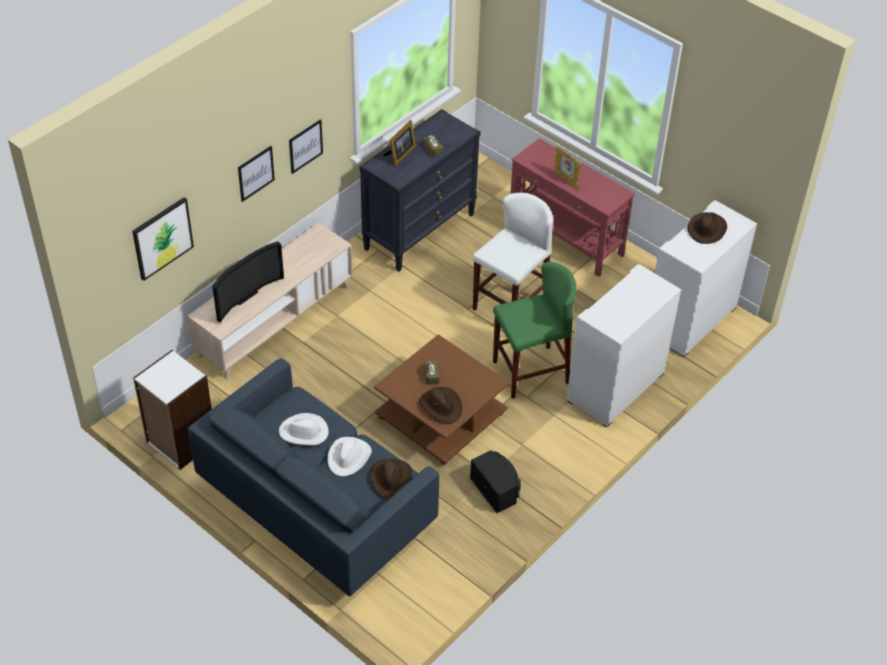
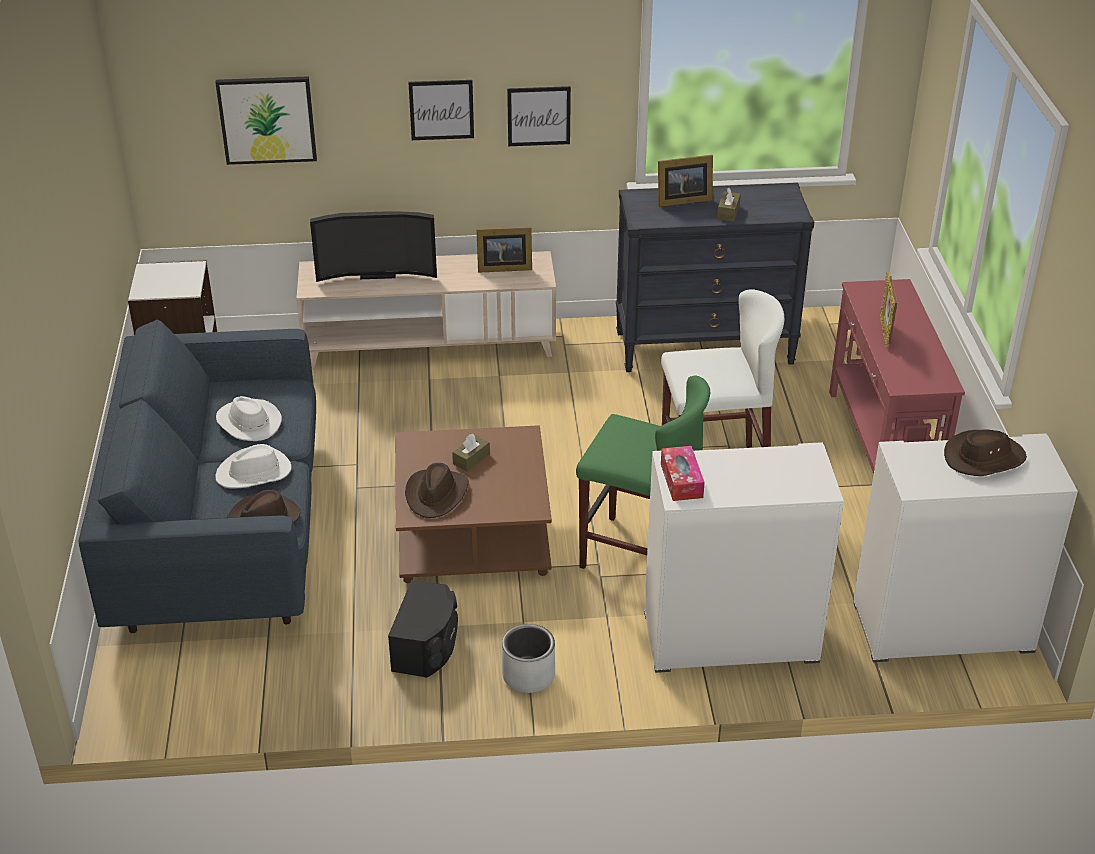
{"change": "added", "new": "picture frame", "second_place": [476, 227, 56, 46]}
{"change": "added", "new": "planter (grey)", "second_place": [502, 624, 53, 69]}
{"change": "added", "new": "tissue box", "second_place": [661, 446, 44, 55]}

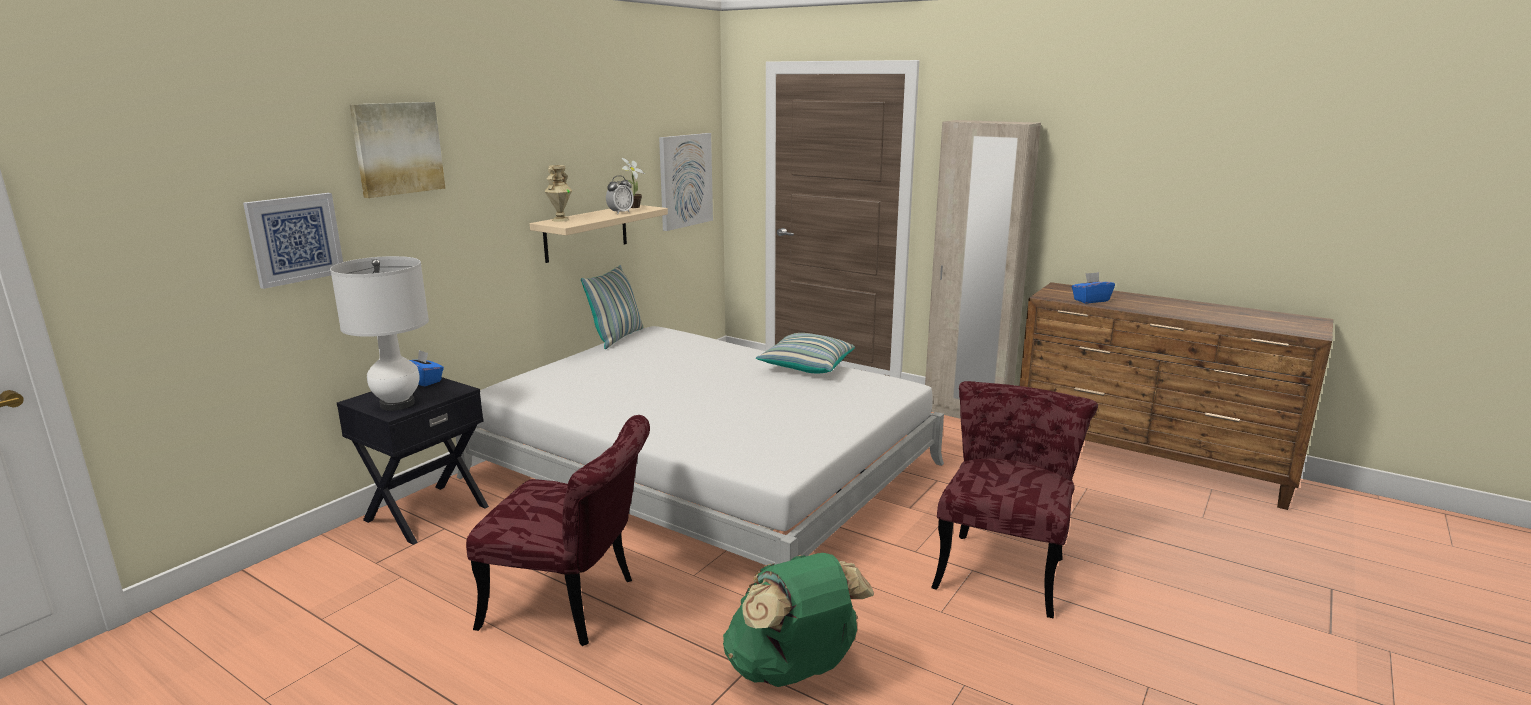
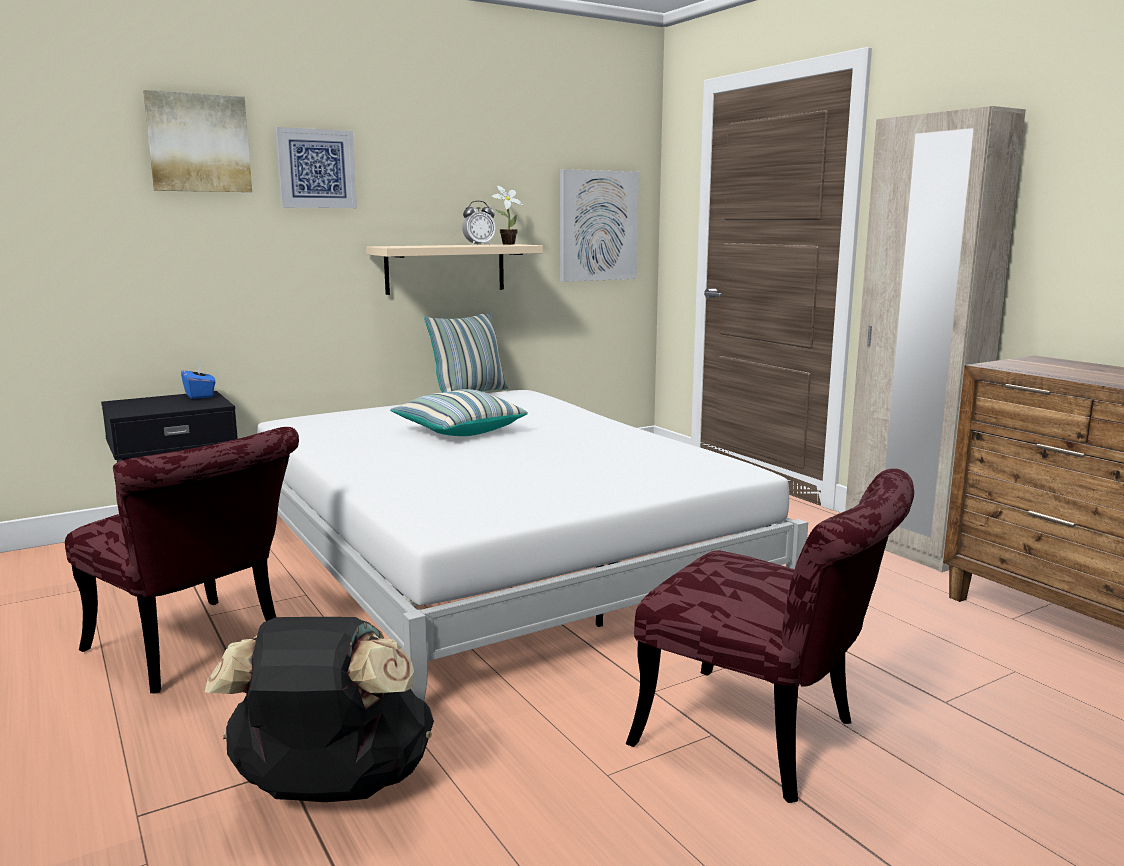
{"change": "removed", "old": "table lamp (white)", "first_place": [330, 256, 99, 155]}
{"change": "removed", "old": "vase (beige)", "first_place": [545, 165, 27, 57]}
{"change": "removed", "old": "tissue box (blue)", "first_place": [1072, 272, 43, 31]}
{"change": "moved", "old": "picture", "first_place": [243, 193, 100, 96], "second_place": [275, 127, 82, 81]}
{"change": "moved", "old": "pillow", "first_place": [756, 333, 99, 40], "second_place": [390, 389, 138, 47]}
{"change": "recoloured", "old": "backpack (green)", "new": "backpack (black)", "first_place": [723, 553, 151, 134], "second_place": [205, 617, 229, 185]}
{"change": "turned", "old": "chair (red)", "first_place": [931, 381, 167, 237], "second_place": [626, 468, 288, 335], "degrees": 75}

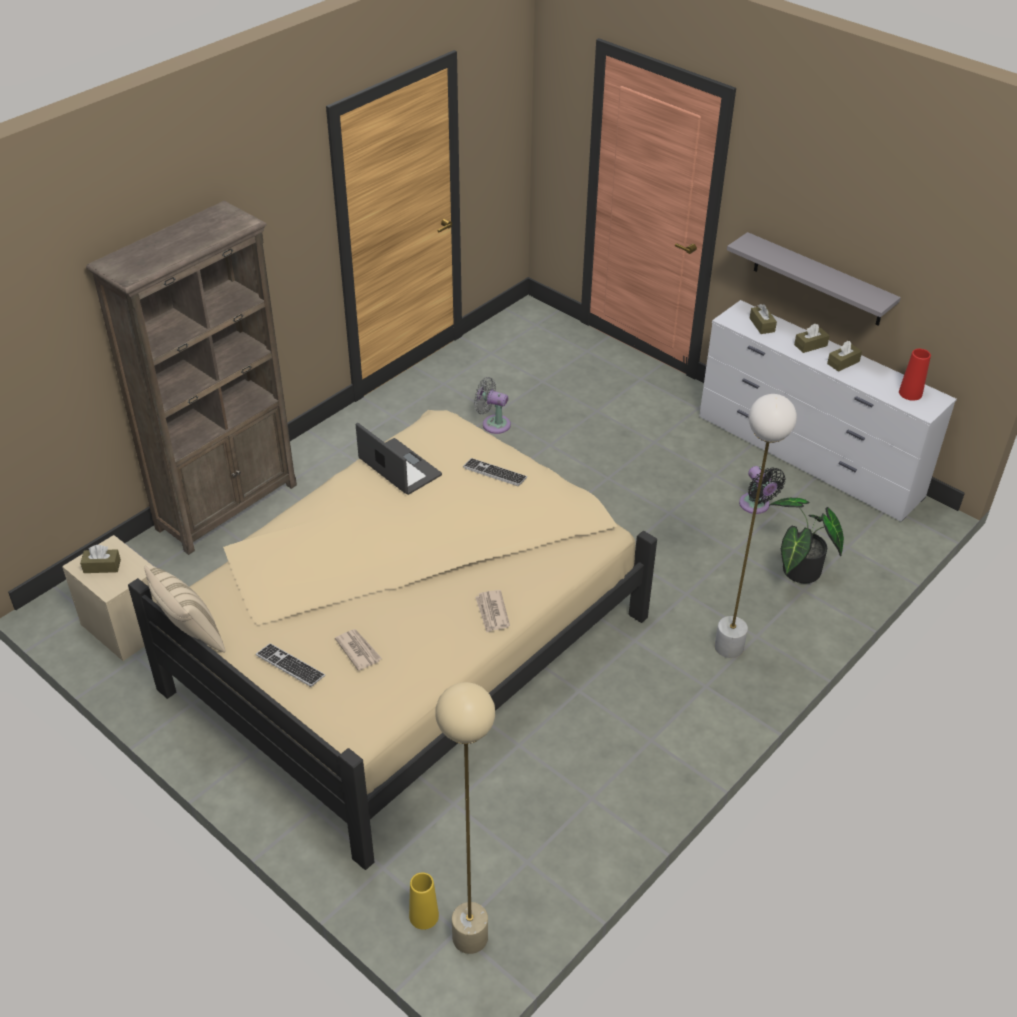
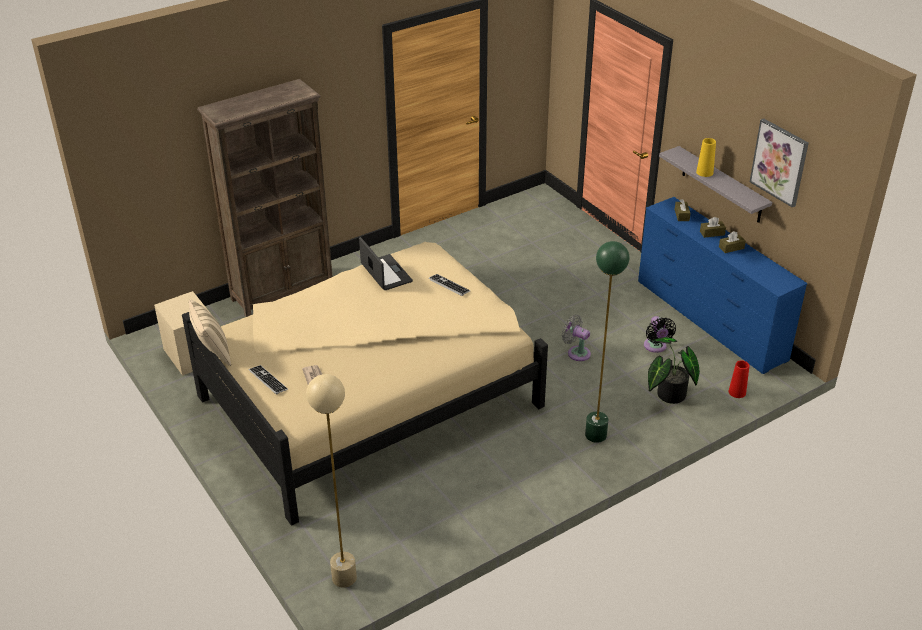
{"change": "removed", "old": "tissue box (brown)", "first_place": [80, 545, 41, 28]}
{"change": "removed", "old": "newspaper", "first_place": [475, 590, 35, 42]}
{"change": "added", "new": "picture", "second_place": [750, 119, 59, 88]}
{"change": "moved", "old": "vase (yellow)", "first_place": [409, 873, 30, 57], "second_place": [696, 138, 20, 39]}
{"change": "moved", "old": "fan (grey)", "first_place": [474, 377, 37, 57], "second_place": [562, 315, 29, 46]}
{"change": "moved", "old": "vase (red)", "first_place": [899, 349, 32, 52], "second_place": [729, 360, 20, 38]}
{"change": "recoloured", "old": "dresser (white)", "new": "dresser (blue)", "first_place": [699, 300, 258, 221], "second_place": [638, 197, 170, 177]}
{"change": "recoloured", "old": "floor lamp (white)", "new": "floor lamp (green)", "first_place": [714, 394, 83, 264], "second_place": [585, 241, 45, 202]}

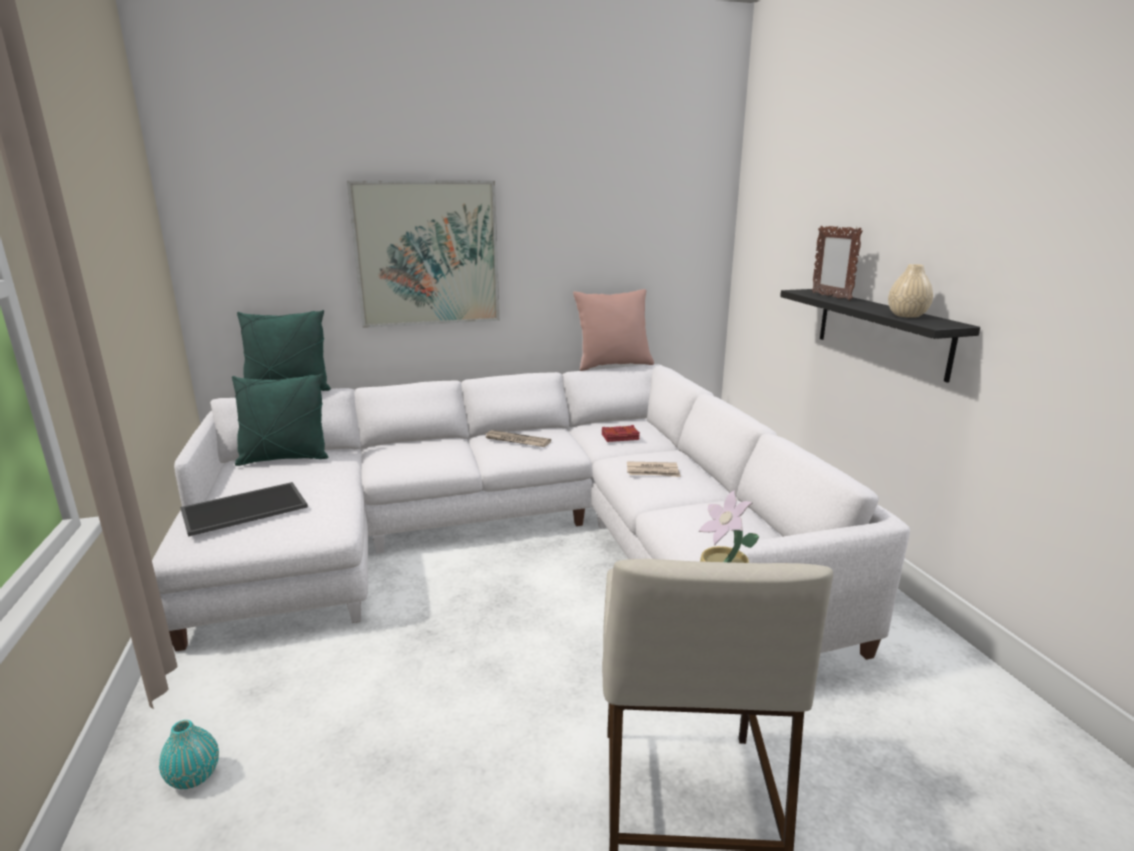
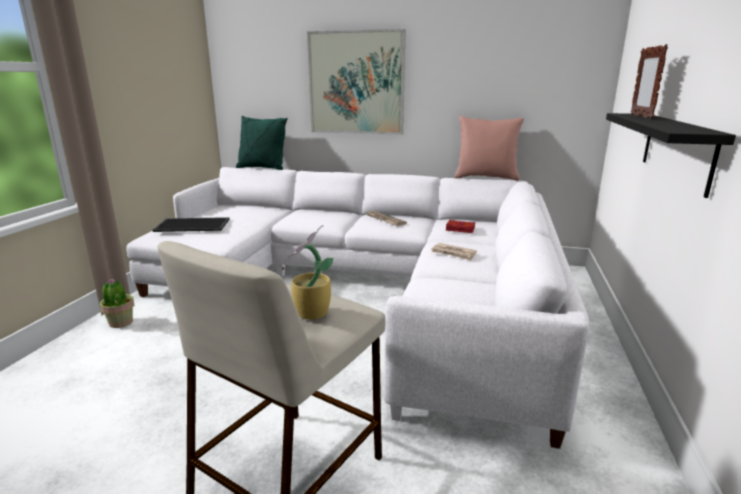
{"change": "removed", "old": "vase (turquoise)", "first_place": [159, 720, 60, 69]}
{"change": "removed", "old": "pillow (green)", "first_place": [232, 374, 96, 92]}
{"change": "removed", "old": "vase (beige)", "first_place": [888, 264, 45, 54]}
{"change": "added", "new": "potted plant", "second_place": [100, 278, 34, 50]}

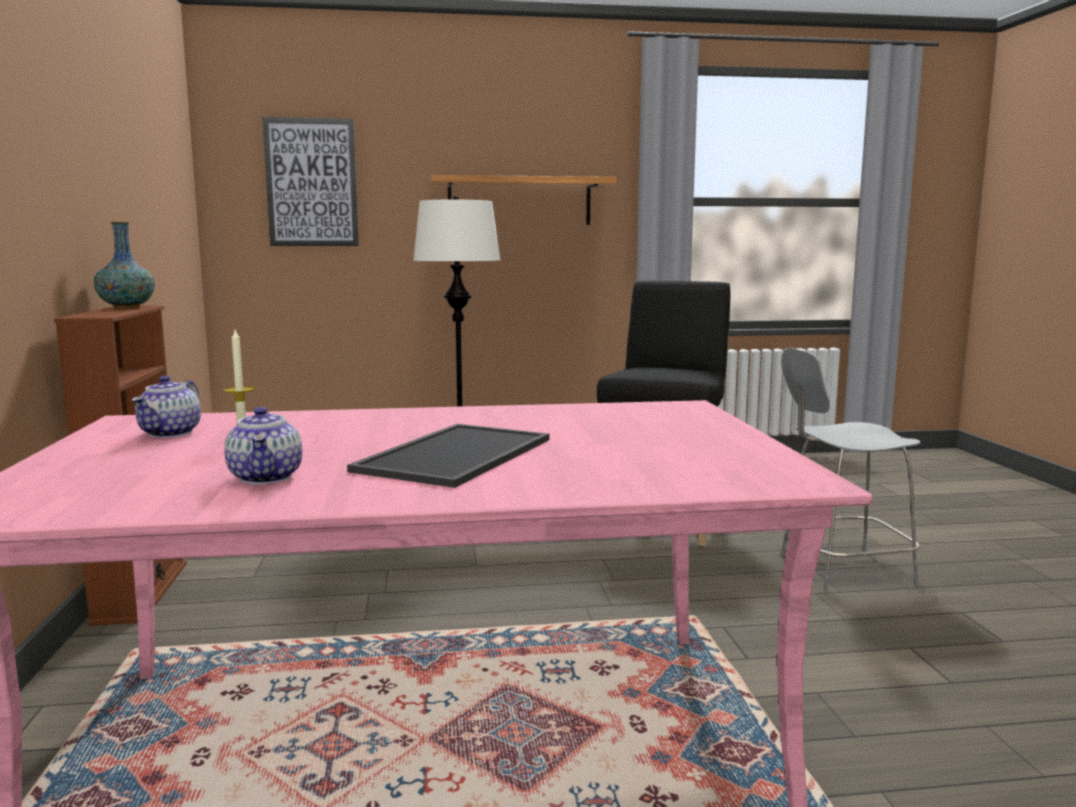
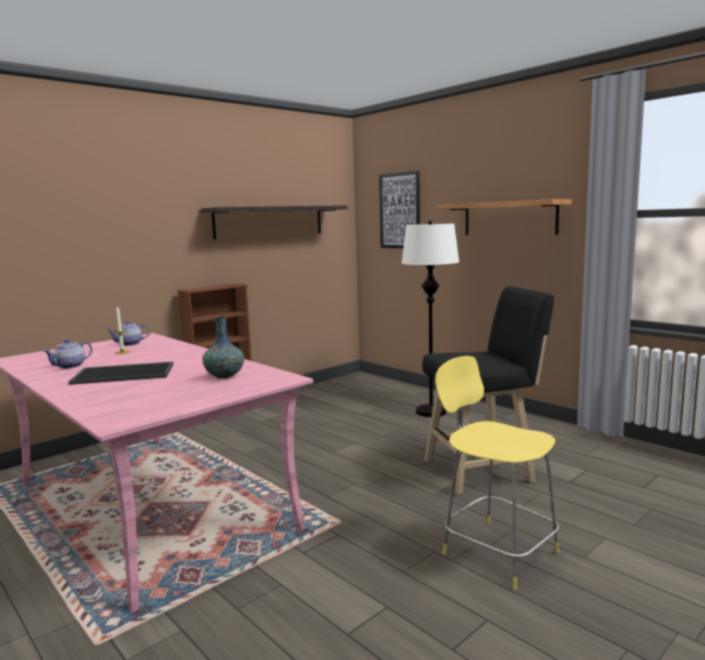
{"change": "added", "new": "shelf", "second_place": [201, 205, 147, 34]}
{"change": "moved", "old": "vase", "first_place": [94, 222, 61, 86], "second_place": [203, 315, 41, 63]}
{"change": "recoloured", "old": "stool (grey)", "new": "stool (yellow)", "first_place": [781, 348, 140, 244], "second_place": [435, 356, 125, 234]}

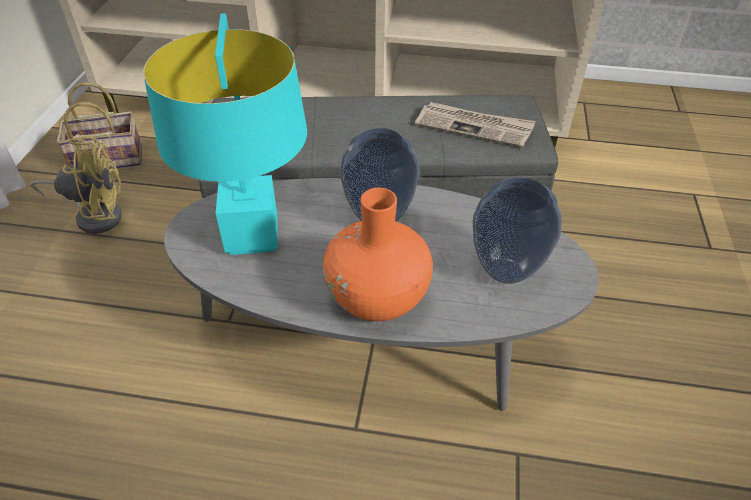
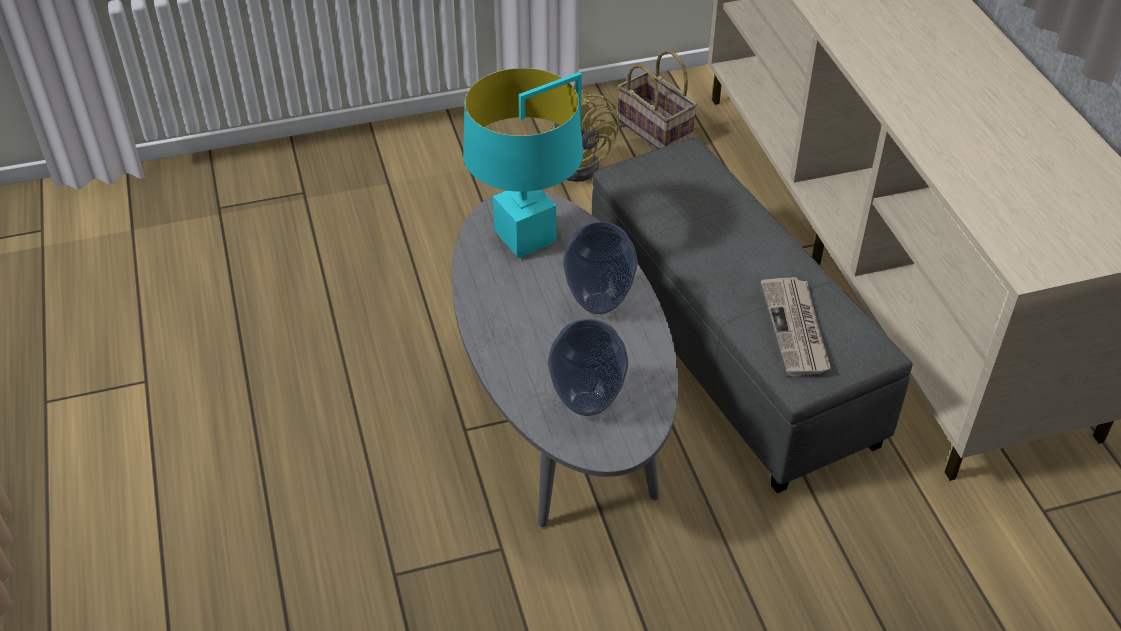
{"change": "removed", "old": "vase (orange)", "first_place": [323, 188, 110, 133]}

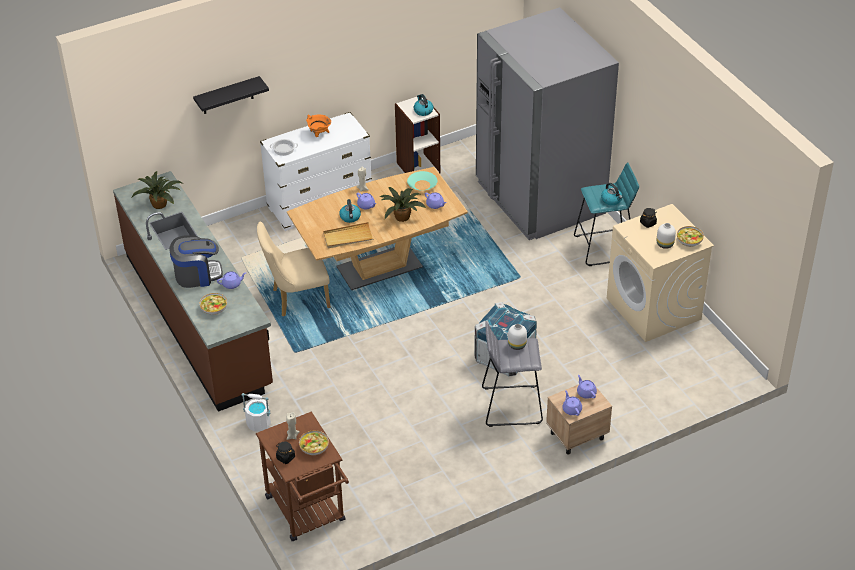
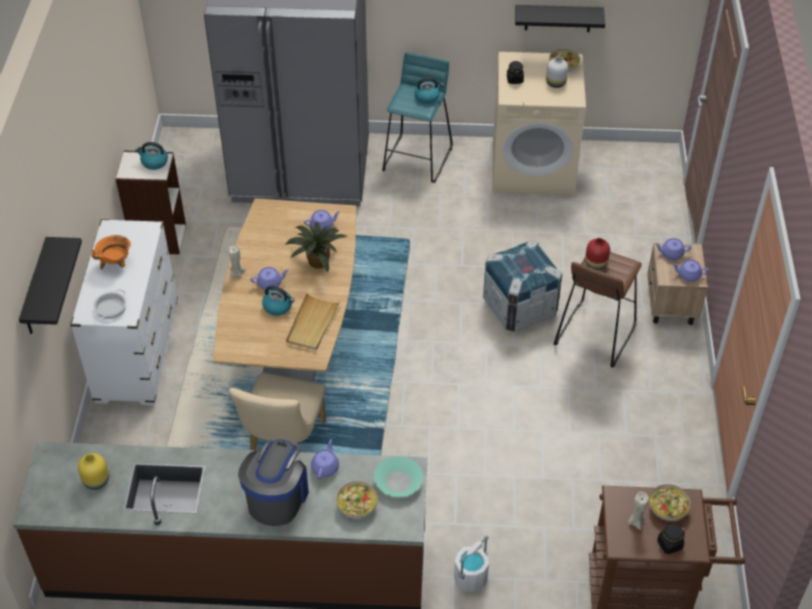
{"change": "added", "new": "shelf (black)", "second_place": [515, 5, 90, 27]}
{"change": "moved", "old": "bowl (turquoise)", "first_place": [407, 171, 30, 19], "second_place": [374, 456, 49, 41]}
{"change": "replaced", "old": "potted plant", "new": "vase (yellow)", "first_place": [132, 171, 51, 38], "second_place": [78, 453, 31, 37]}
{"change": "recoloured", "old": "stool (grey)", "new": "stool (brown)", "first_place": [482, 321, 61, 106], "second_place": [554, 252, 88, 116]}
{"change": "recoloured", "old": "vase (white)", "new": "vase (red)", "first_place": [508, 324, 19, 26], "second_place": [585, 238, 25, 32]}

